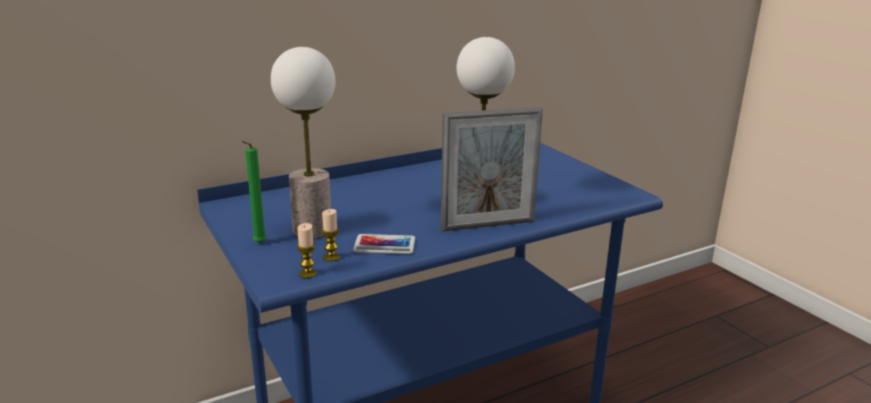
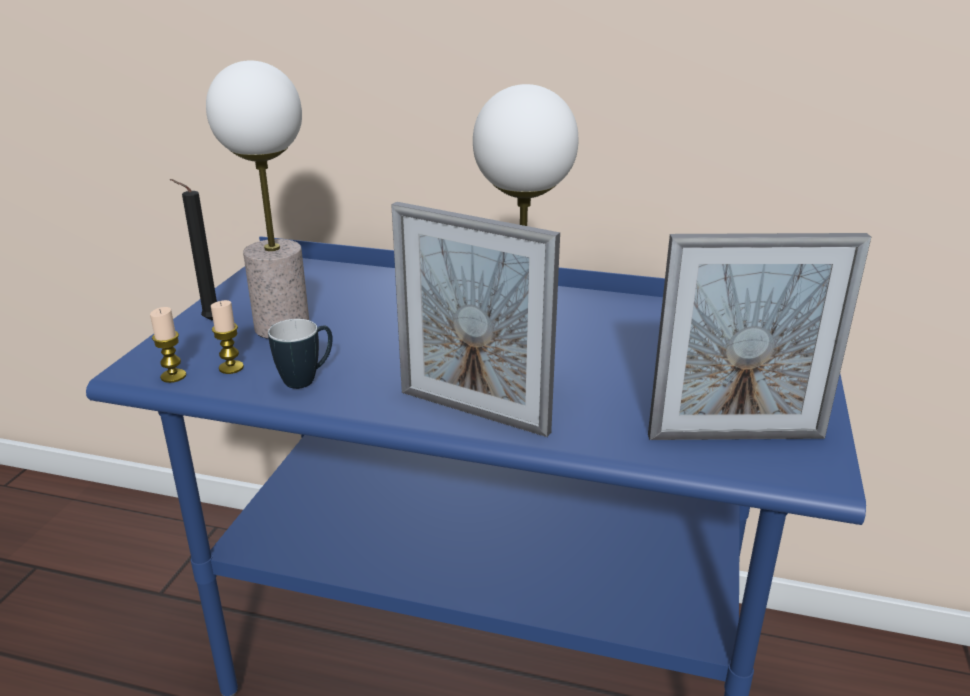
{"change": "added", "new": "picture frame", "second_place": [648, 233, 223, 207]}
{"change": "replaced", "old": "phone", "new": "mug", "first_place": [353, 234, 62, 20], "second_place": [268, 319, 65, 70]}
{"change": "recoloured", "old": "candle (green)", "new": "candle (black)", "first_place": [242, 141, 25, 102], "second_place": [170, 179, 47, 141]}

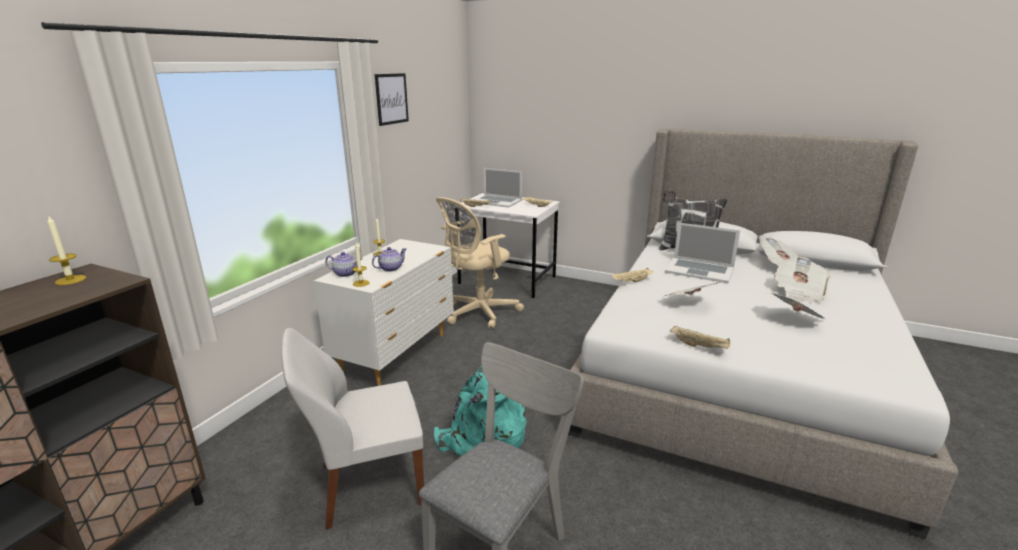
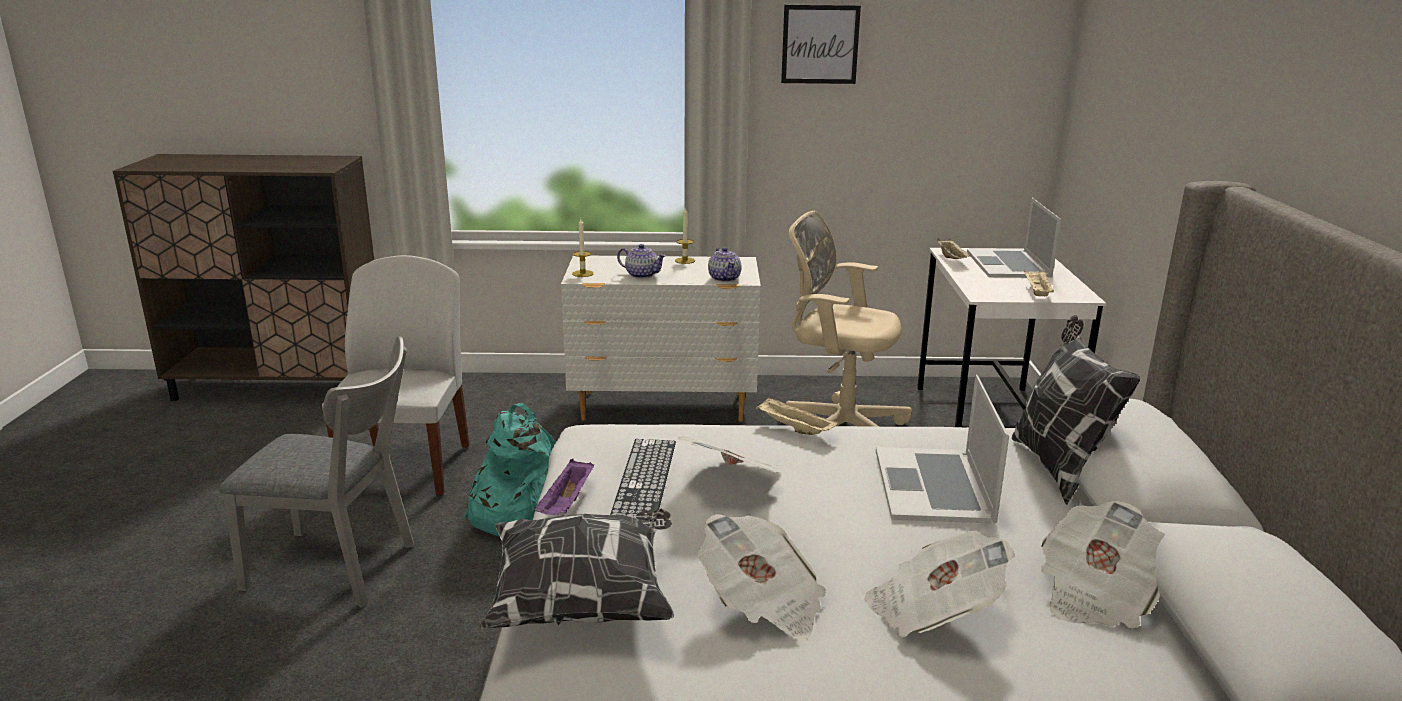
{"change": "removed", "old": "candle", "first_place": [47, 215, 39, 70]}
{"change": "added", "new": "pillow", "second_place": [479, 509, 195, 120]}
{"change": "added", "new": "keyboard", "second_place": [610, 439, 66, 83]}
{"change": "moved", "old": "teapot", "first_place": [325, 252, 38, 25], "second_place": [708, 247, 34, 35]}
{"change": "recoloured", "old": "tray (beige)", "new": "tray (purple)", "first_place": [670, 326, 60, 23], "second_place": [534, 459, 60, 56]}
{"change": "turned", "old": "chair (white)", "first_place": [282, 328, 142, 201], "second_place": [322, 255, 147, 240], "degrees": 45}

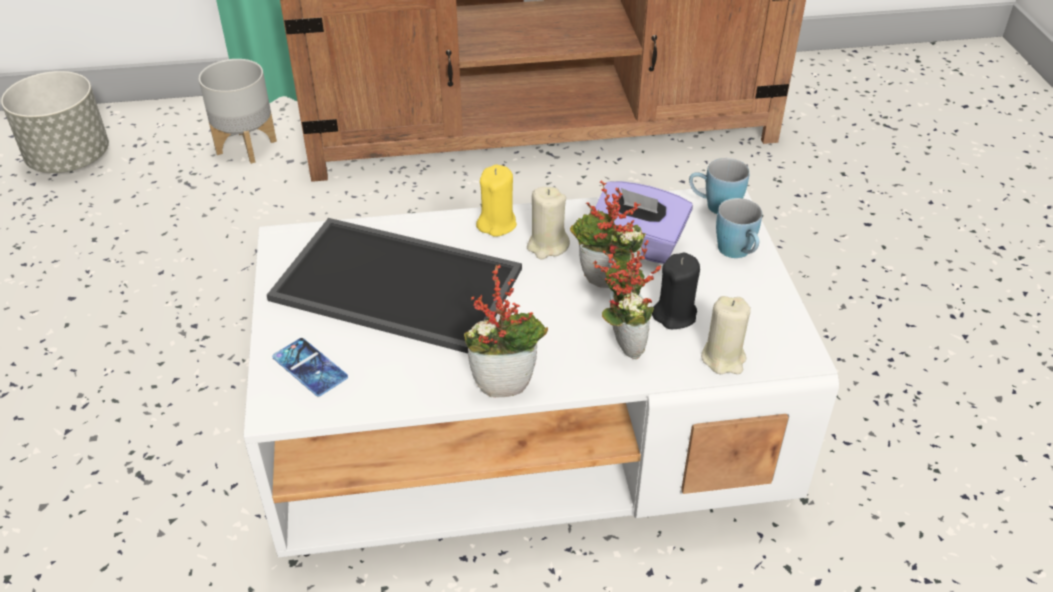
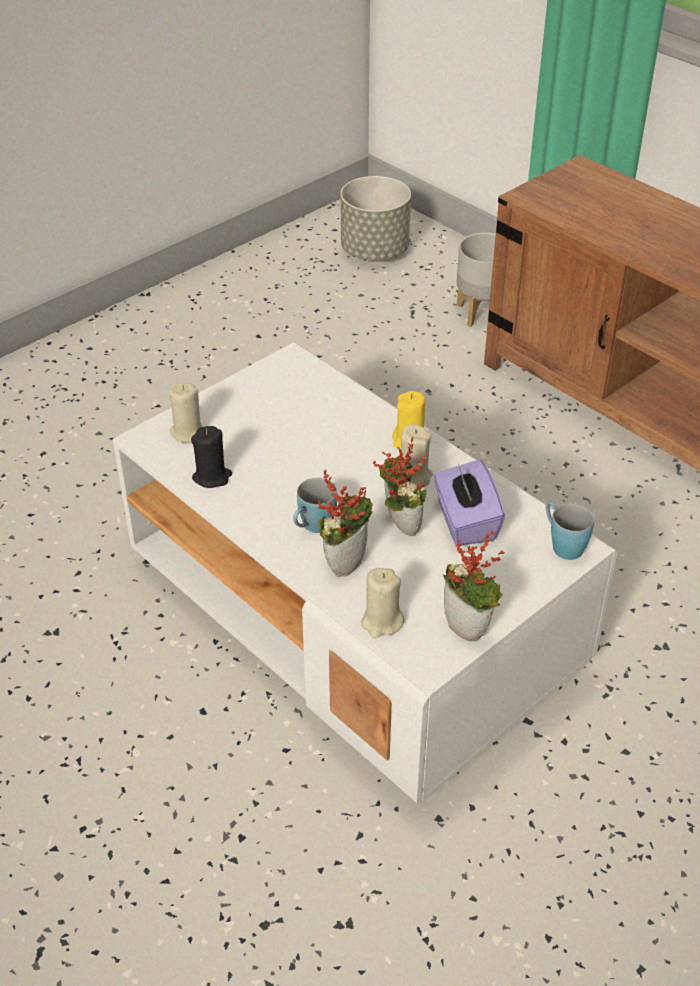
{"change": "removed", "old": "tray", "first_place": [267, 218, 255, 135]}
{"change": "moved", "old": "potted plant", "first_place": [464, 265, 84, 132], "second_place": [443, 531, 62, 111]}
{"change": "moved", "old": "candle (black)", "first_place": [652, 253, 48, 76], "second_place": [191, 426, 41, 62]}
{"change": "moved", "old": "mug (blue)", "first_place": [716, 198, 46, 60], "second_place": [293, 478, 44, 55]}
{"change": "replaced", "old": "phone", "new": "candle (beige)", "first_place": [272, 338, 76, 59], "second_place": [168, 383, 35, 60]}

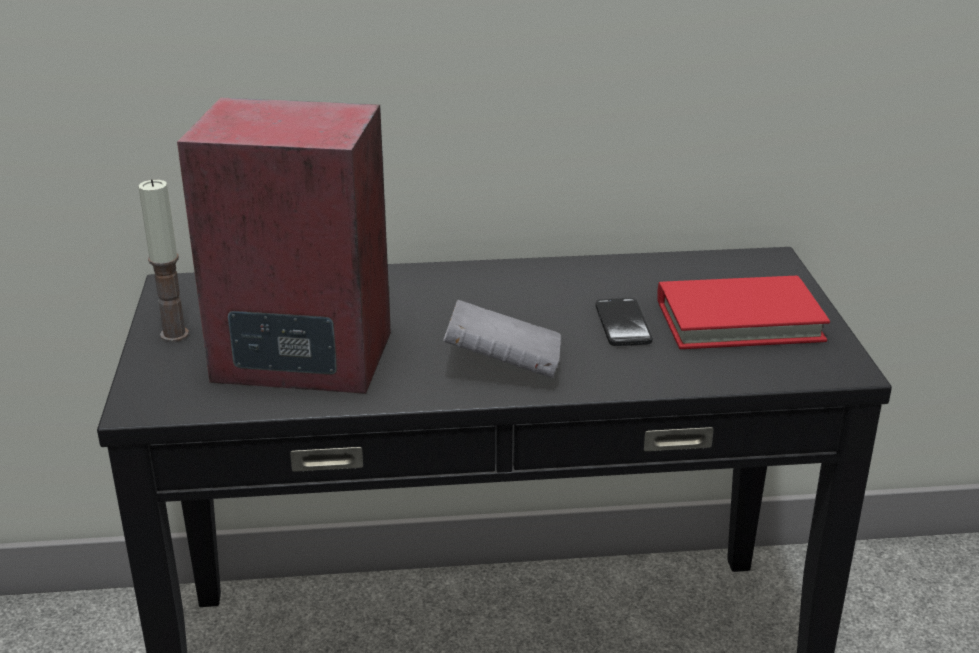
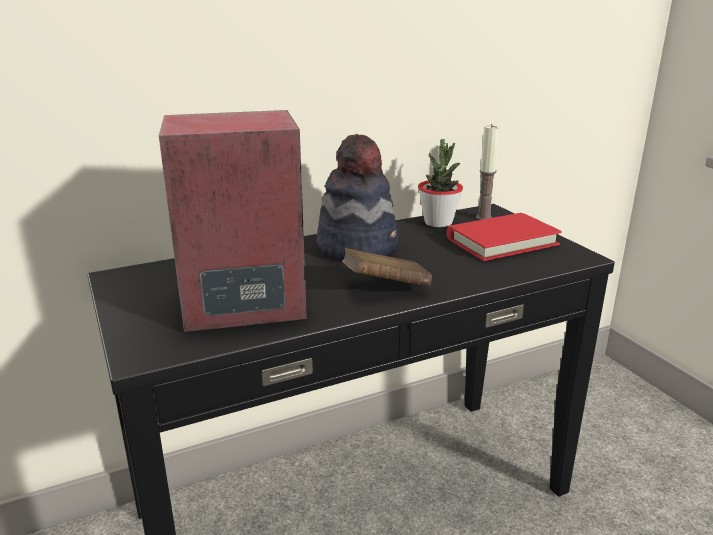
{"change": "removed", "old": "phone", "first_place": [596, 298, 57, 48]}
{"change": "added", "new": "hat", "second_place": [317, 134, 81, 126]}
{"change": "added", "new": "potted plant", "second_place": [418, 139, 45, 88]}
{"change": "moved", "old": "candle", "first_place": [138, 179, 51, 163], "second_place": [476, 124, 24, 96]}
{"change": "recoloured", "old": "book (grey)", "new": "book (brown)", "first_place": [443, 300, 118, 78], "second_place": [342, 248, 90, 39]}

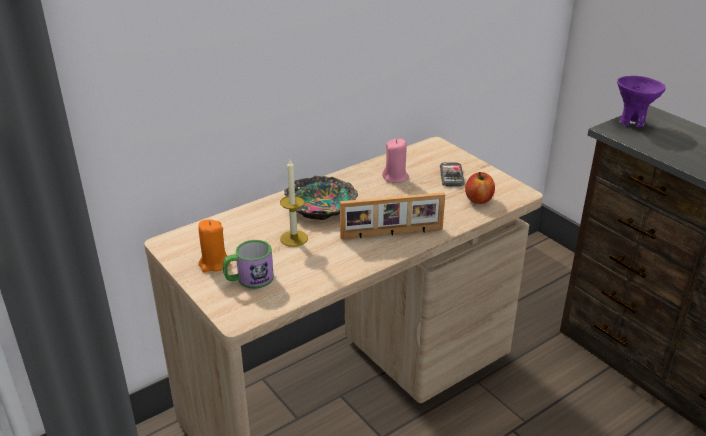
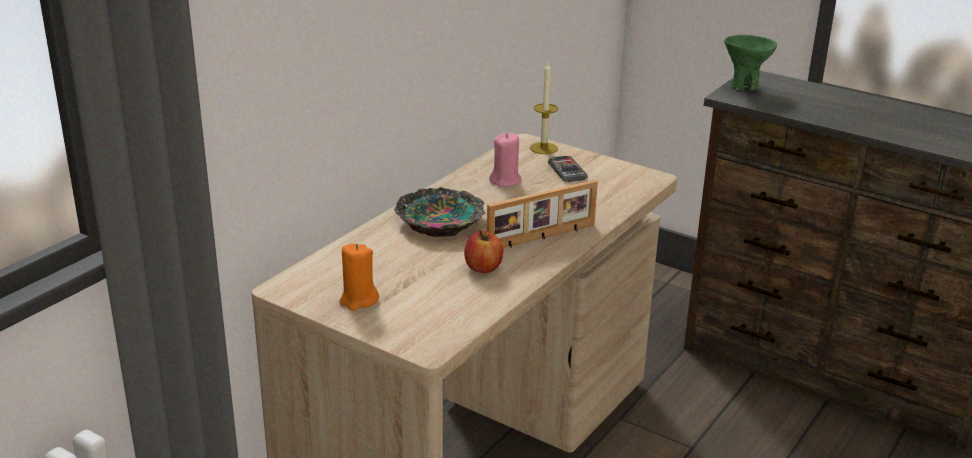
{"change": "removed", "old": "mug", "first_place": [223, 240, 51, 49]}
{"change": "moved", "old": "candle", "first_place": [280, 159, 28, 88], "second_place": [530, 63, 28, 91]}
{"change": "moved", "old": "apple", "first_place": [465, 172, 30, 32], "second_place": [464, 231, 40, 42]}
{"change": "recoloured", "old": "bowl (purple)", "new": "bowl (green)", "first_place": [617, 76, 49, 51], "second_place": [724, 35, 53, 56]}

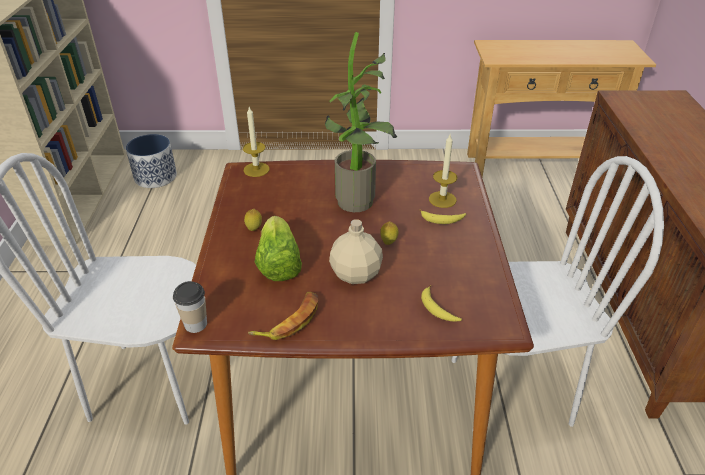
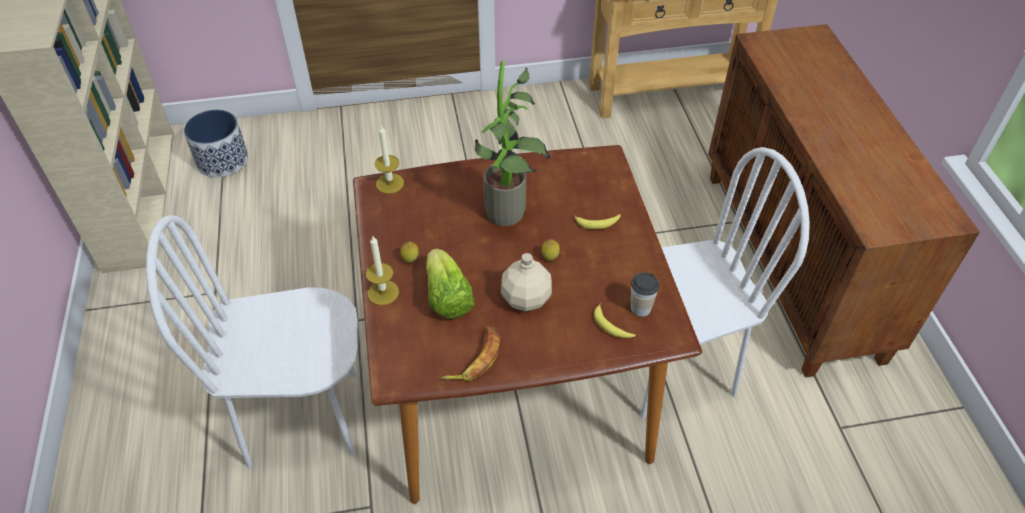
{"change": "moved", "old": "cup", "first_place": [173, 281, 34, 52], "second_place": [631, 272, 28, 45]}
{"change": "moved", "old": "candle", "first_place": [429, 135, 28, 73], "second_place": [366, 235, 33, 70]}

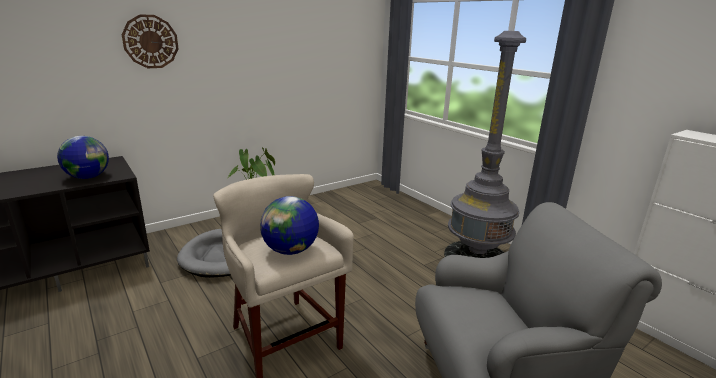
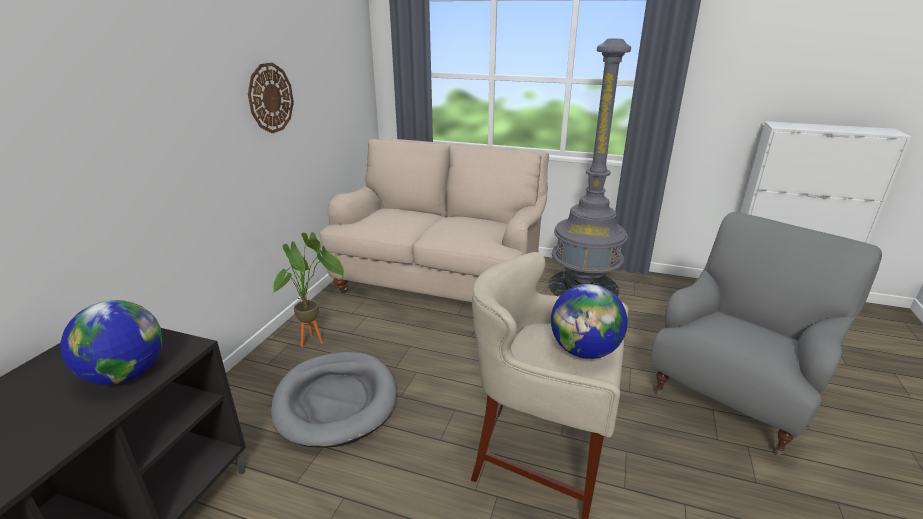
{"change": "added", "new": "sofa (beige)", "second_place": [320, 138, 229, 164]}
{"change": "moved", "old": "wall clock", "first_place": [122, 14, 57, 54], "second_place": [248, 62, 46, 71]}

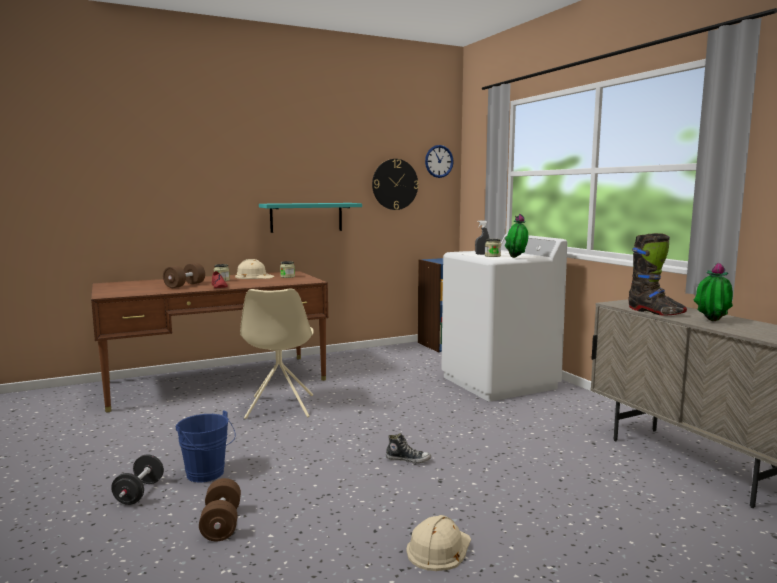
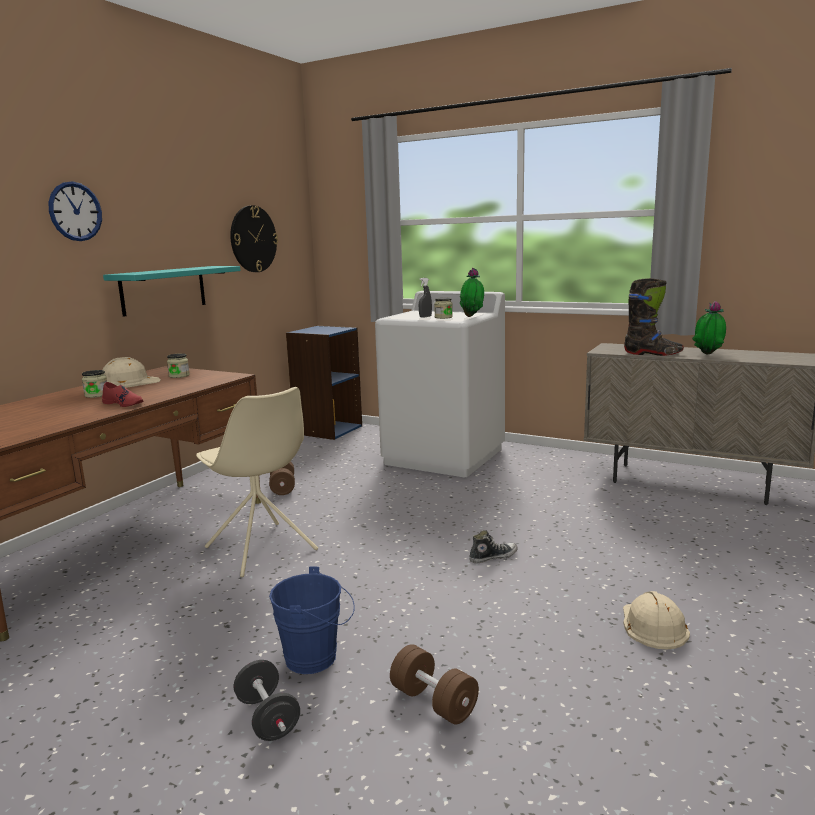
{"change": "moved", "old": "dumbbell (brown)", "first_place": [163, 263, 42, 25], "second_place": [269, 461, 26, 34]}
{"change": "moved", "old": "wall clock", "first_place": [425, 145, 29, 33], "second_place": [49, 181, 53, 60]}

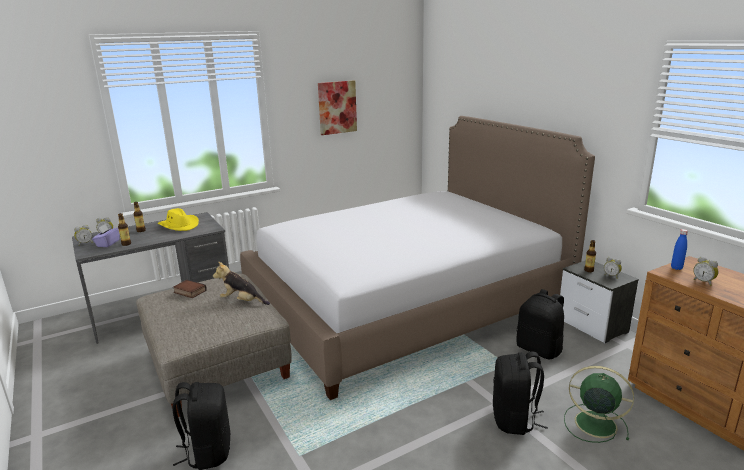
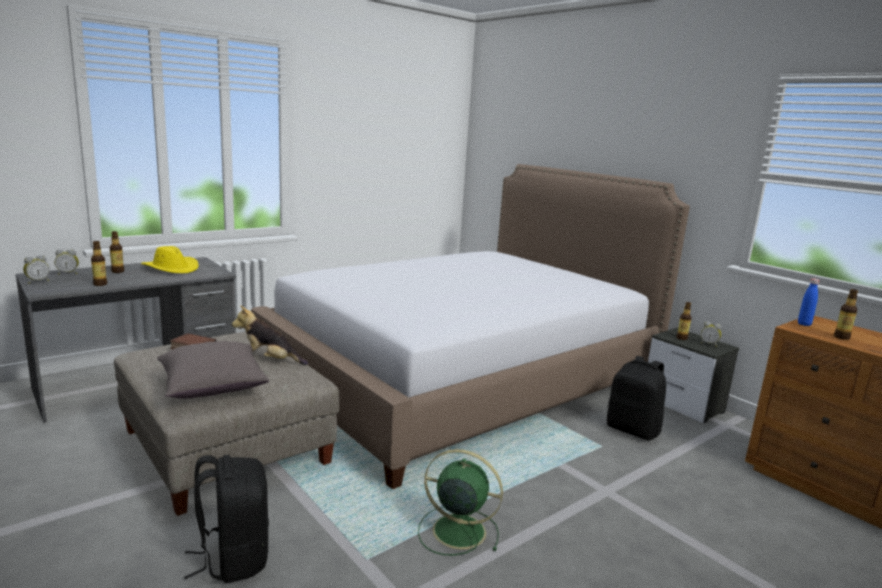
{"change": "removed", "old": "tissue box (purple)", "first_place": [92, 224, 28, 23]}
{"change": "removed", "old": "picture", "first_place": [318, 80, 39, 55]}
{"change": "removed", "old": "backpack (black)", "first_place": [493, 351, 55, 84]}
{"change": "added", "new": "pillow (grey)", "second_place": [157, 341, 112, 57]}
{"change": "moved", "old": "fan (green)", "first_place": [564, 366, 70, 77], "second_place": [418, 449, 85, 106]}
{"change": "replaced", "old": "alarm clock", "new": "bottle", "first_place": [693, 256, 26, 30], "second_place": [834, 289, 24, 51]}

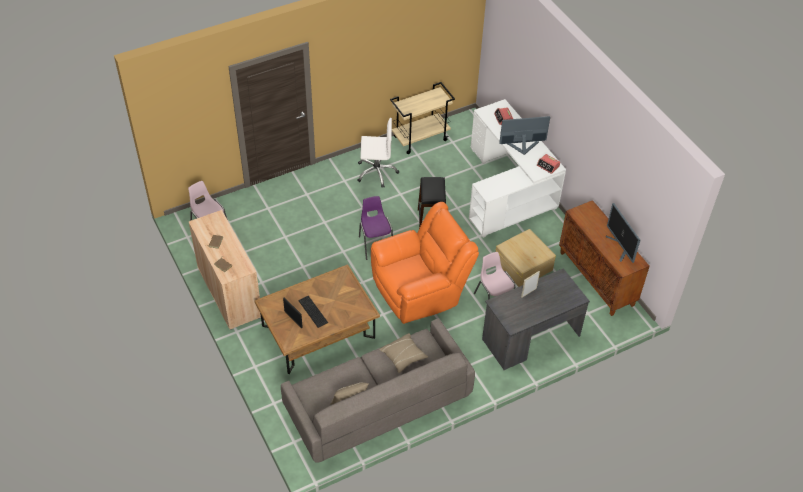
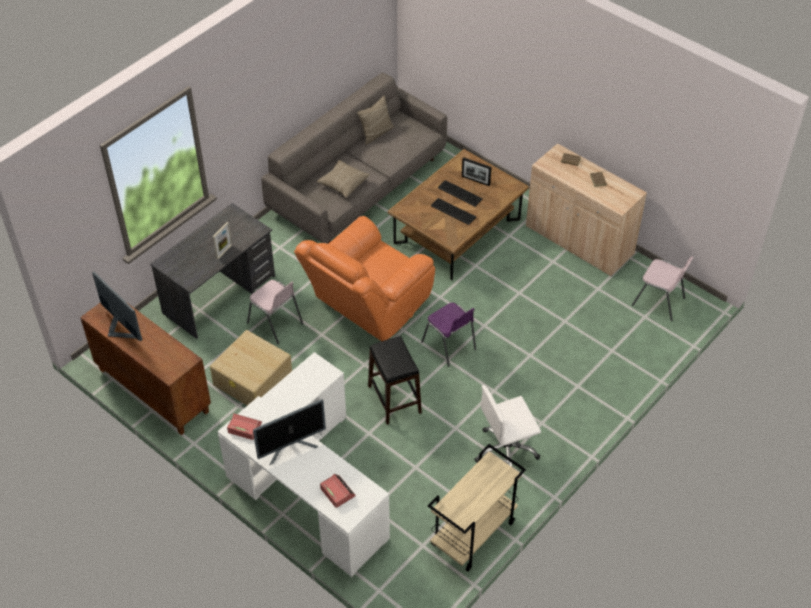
{"change": "added", "new": "keyboard", "second_place": [431, 198, 45, 27]}

